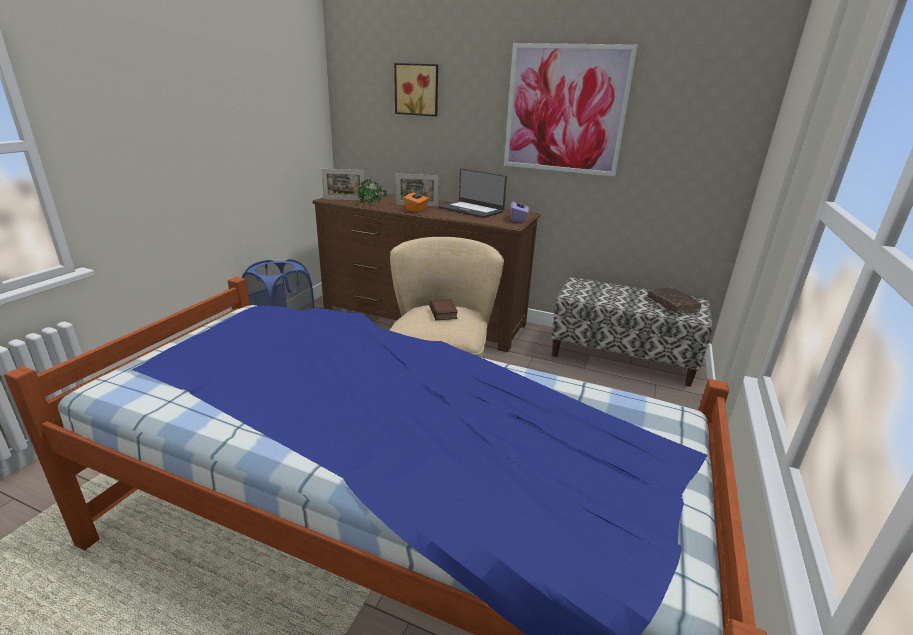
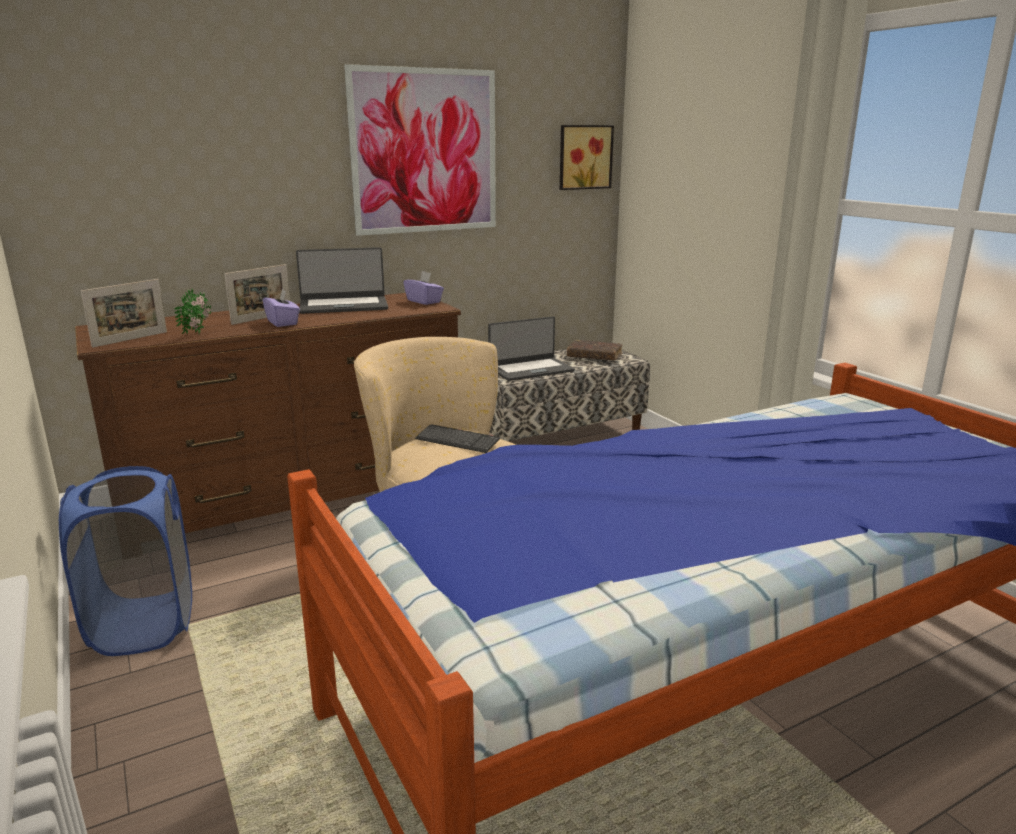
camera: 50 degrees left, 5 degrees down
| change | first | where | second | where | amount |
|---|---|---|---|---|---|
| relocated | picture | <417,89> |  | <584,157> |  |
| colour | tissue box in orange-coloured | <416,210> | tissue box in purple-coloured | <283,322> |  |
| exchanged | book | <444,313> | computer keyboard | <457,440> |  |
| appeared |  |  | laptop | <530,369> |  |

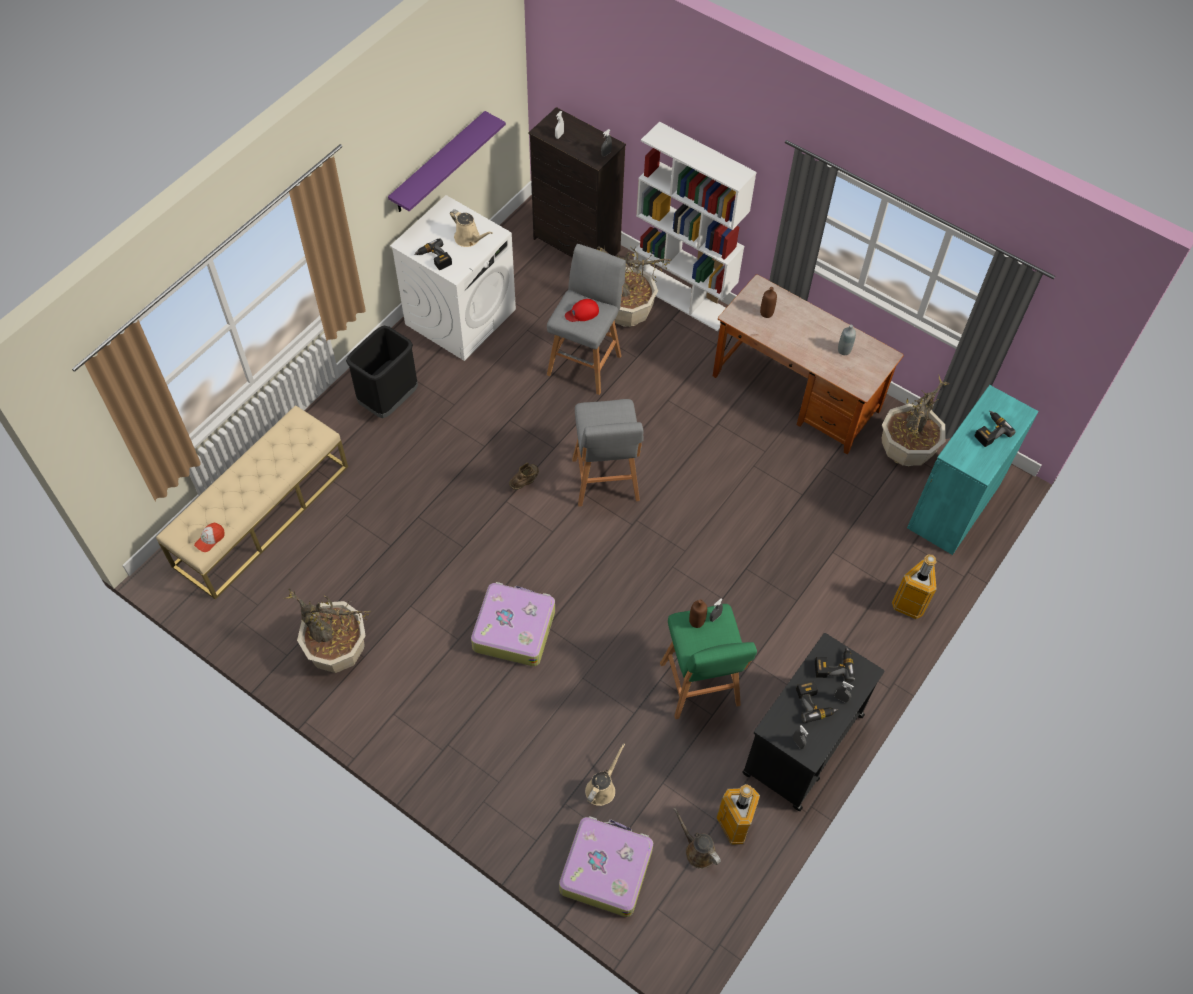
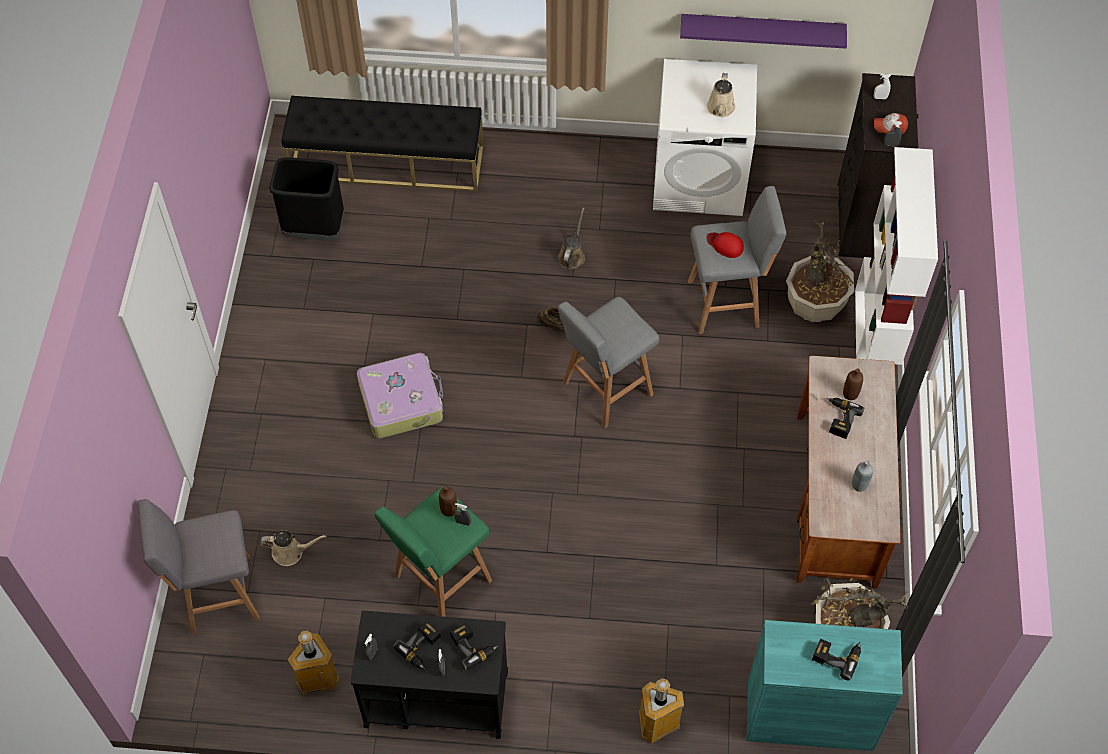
camera: 60 degrees right, 0 degrees up
| change | first | where | second | where | amount |
|---|---|---|---|---|---|
| colour | long seat in sand-coloured | <262,515> | long seat in black-coloured | <387,162> |  |
| relocated | cap | <210,539> |  | <890,126> |  |
| missing | potted plant | <338,650> |  |  |  |
| relocated | rubbish bin in black-coloured | <389,400> |  | <315,229> |  |
| relocated | power drill | <434,259> |  | <839,419> |  |
| exchanged | suitcase | <605,869> | stool in grey | <217,594> |  |
| relocated | sprinkling can in brown-coloured | <698,850> |  | <572,255> |  |

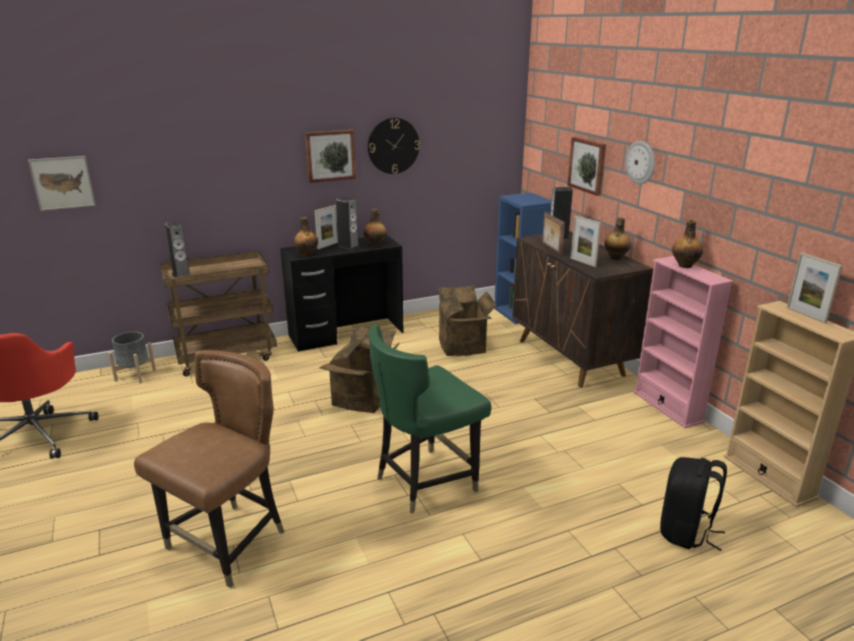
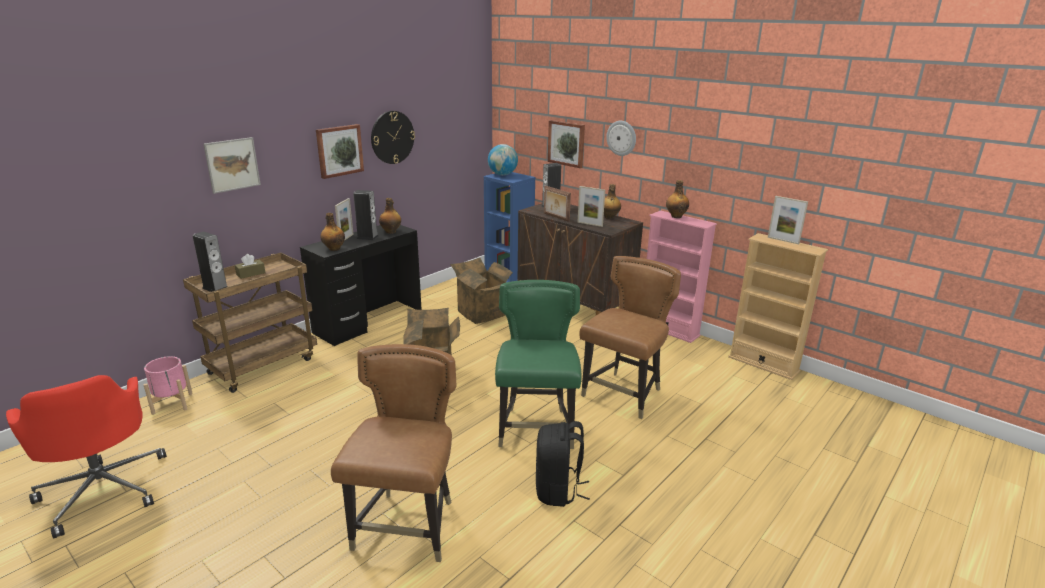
camera: 25 degrees left, 0 degrees up
| change | first | where | second | where | amount |
|---|---|---|---|---|---|
| relocated | picture | <62,183> |  | <232,164> |  |
| colour | flower pot in grey | <135,375> | flower pot in pink | <172,403> |  |
| spun | chair in greenish | <425,481> |  | <536,429> | 150 degrees clockwise |
| relocated | knapsack in black-coloured | <686,532> |  | <558,490> |  |
| appeared |  |  | tissue box in brown-coloured | <251,274> |  |
| appeared |  |  | desk globe | <502,175> |  |
| appeared |  |  | chair in brown-coloured | <624,394> |  |

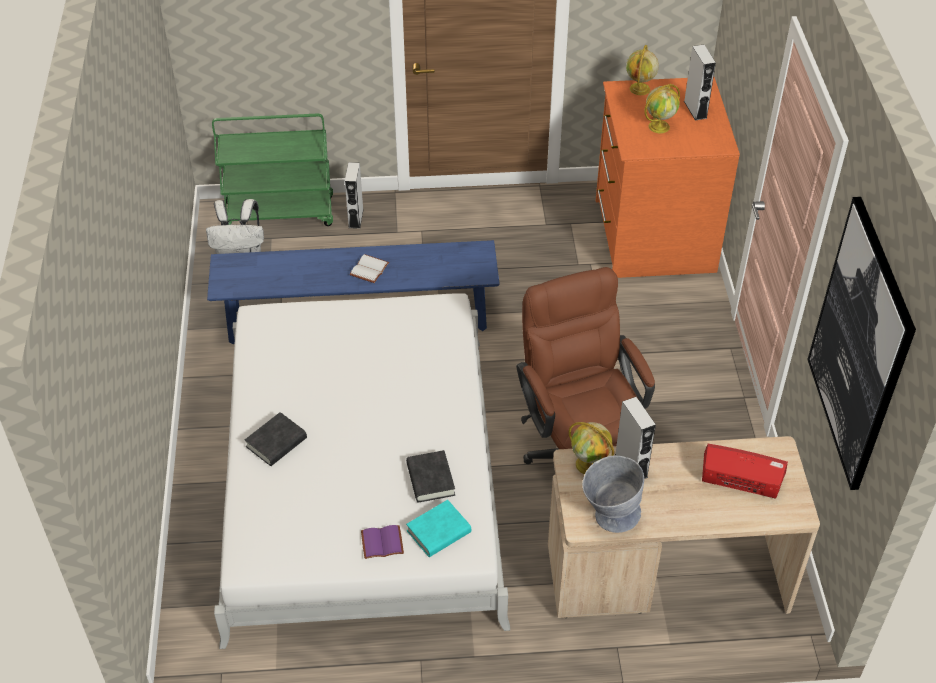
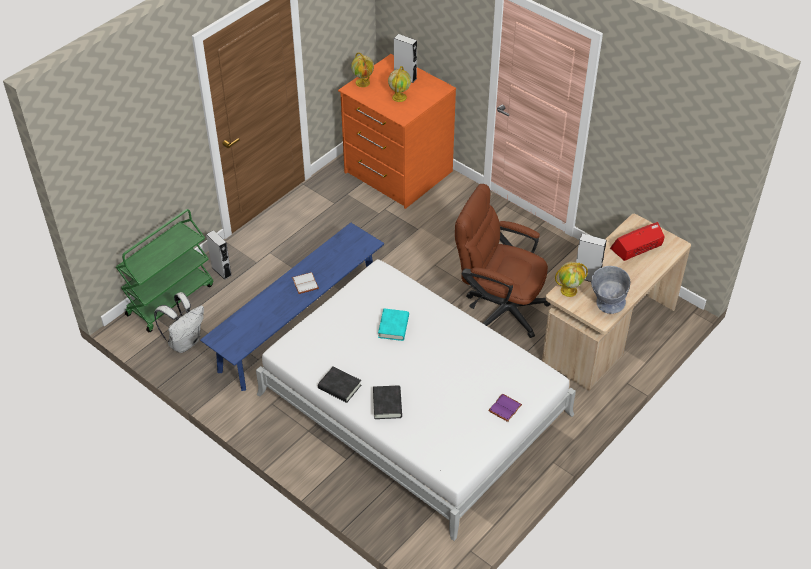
camera: 45 degrees left, 0 degrees up
| change | first | where | second | where | amount |
|---|---|---|---|---|---|
| relocated | book in black-coloured | <430,479> |  | <339,387> |  |
| relocated | book in turquoise | <438,532> |  | <393,327> |  |
| missing | picture | <860,346> |  |  |  |

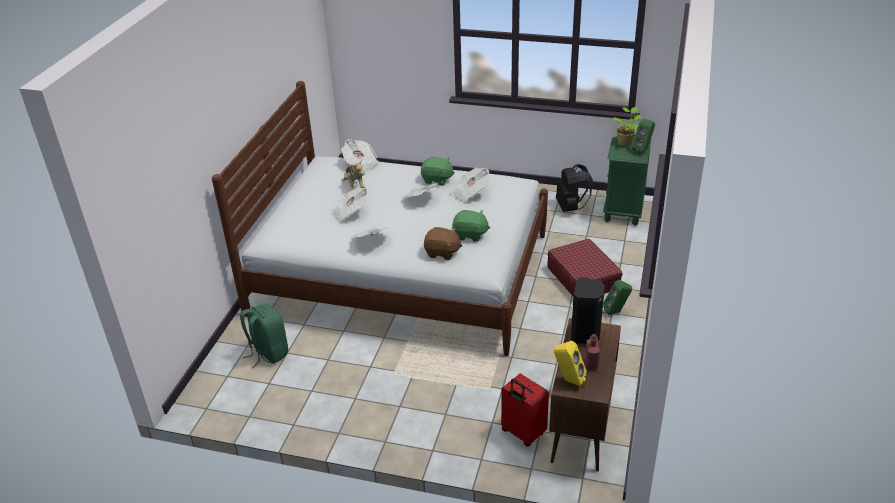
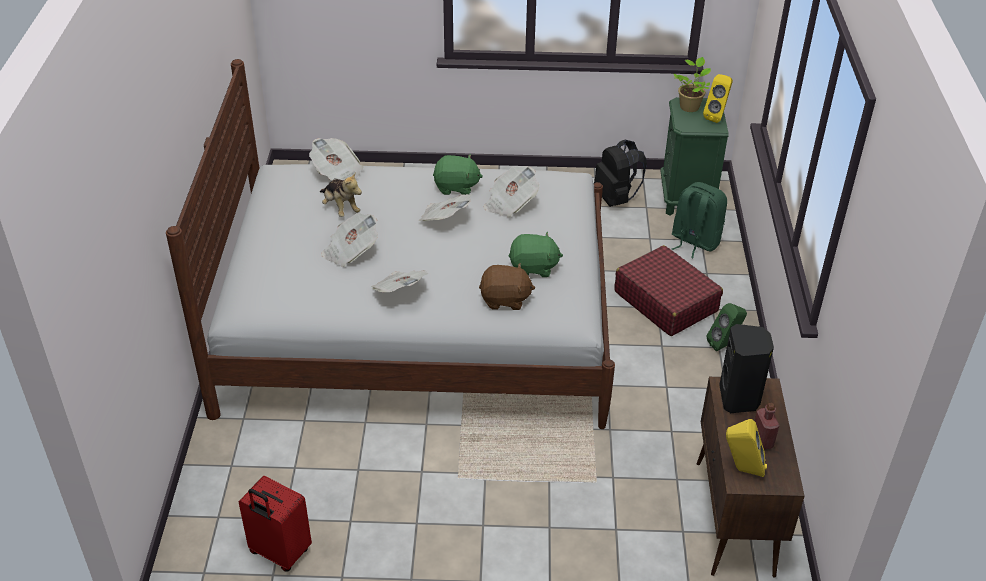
camera: 15 degrees left, 5 degrees up
| change | first | where | second | where | amount |
|---|---|---|---|---|---|
| relocated | knapsack in greenish | <268,353> |  | <694,241> |  |
| relocated | suitcase in red-coloured | <522,433> |  | <279,553> |  |
| colour | audio speaker in greenish | <643,150> | audio speaker in yellowish | <717,117> |  |

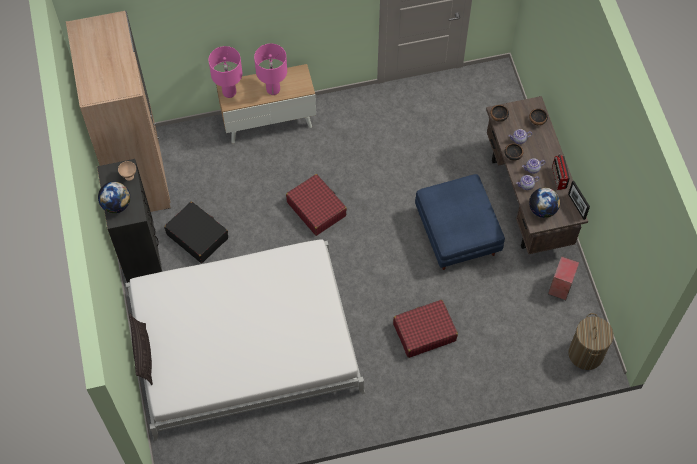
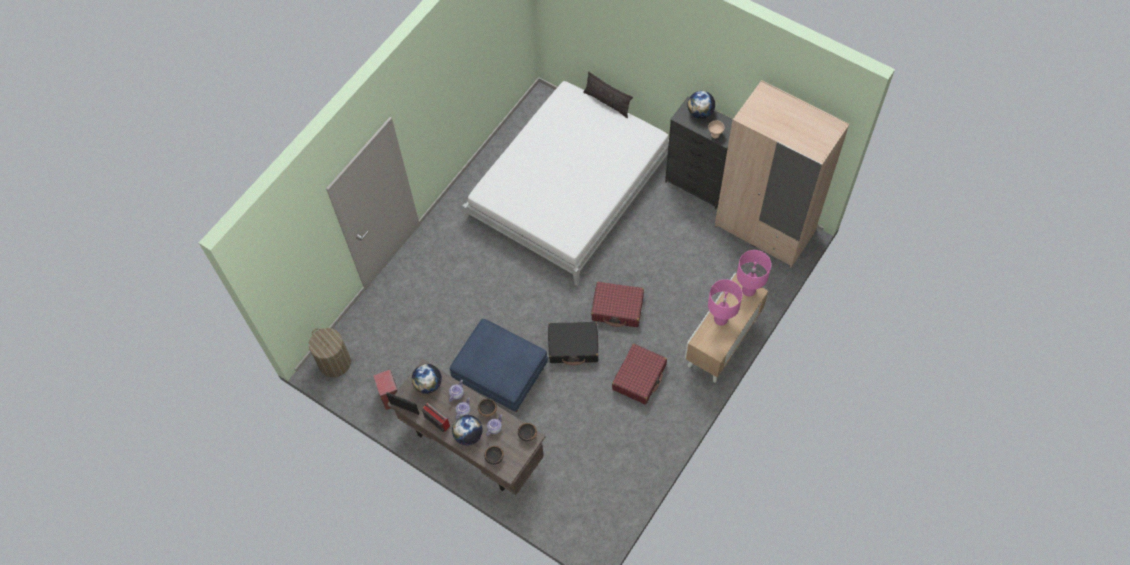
camera: 140 degrees right, 0 degrees up
| change | first | where | second | where | amount |
|---|---|---|---|---|---|
| relocated | suitcase in black-coloured | <197,236> |  | <573,346> |  |
| relocated | suitcase in red-coloured | <424,332> |  | <639,377> |  |
| appeared |  |  | desk globe | <468,435> |  |

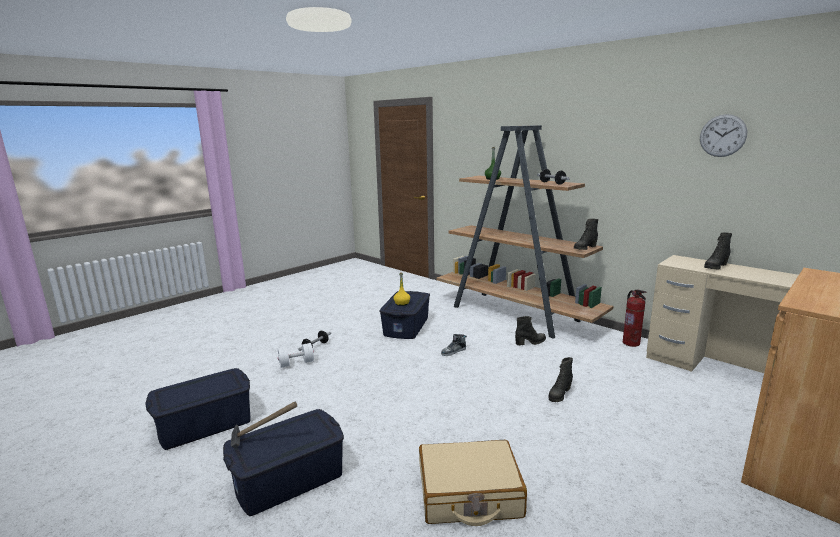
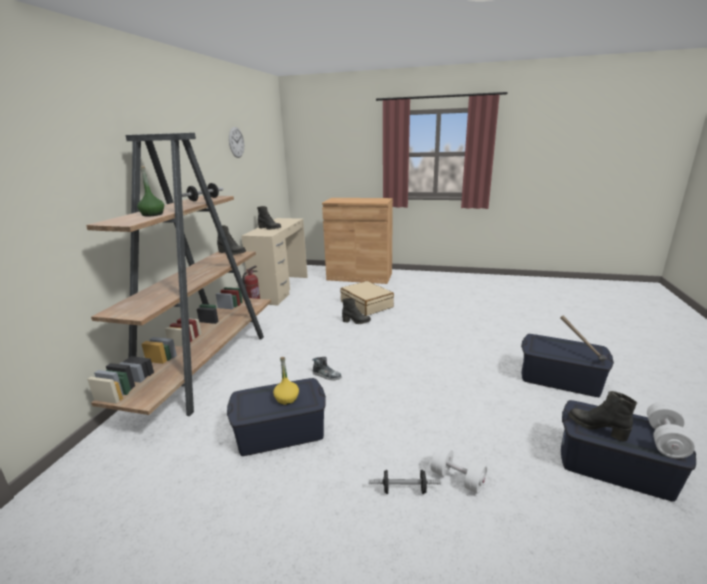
camera: 120 degrees left, 5 degrees up
| change | first | where | second | where | amount |
|---|---|---|---|---|---|
| relocated | suitcase in sand-coloured | <469,494> |  | <367,304> |  |
| relocated | high-top boot in black-coloured | <530,342> |  | <597,428> |  |
| appeared |  |  | free weight in white | <665,440> |  |

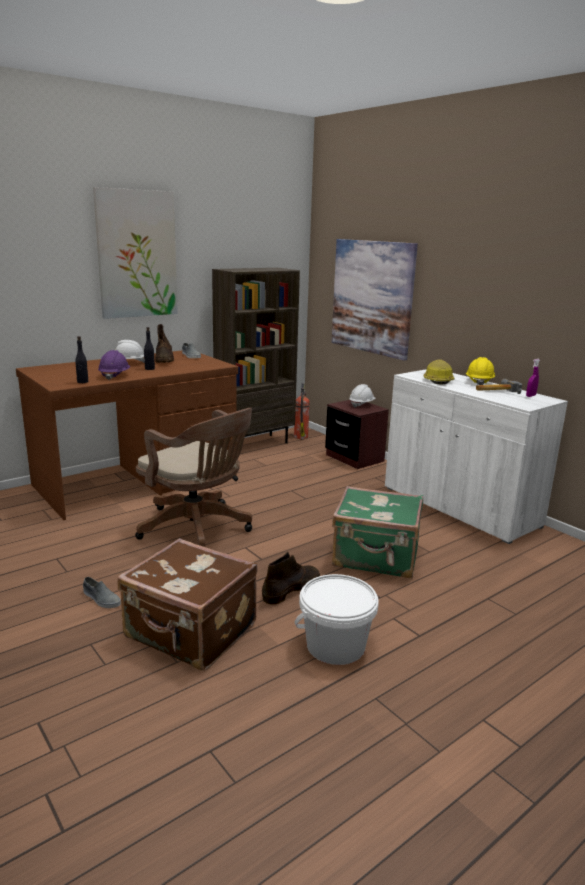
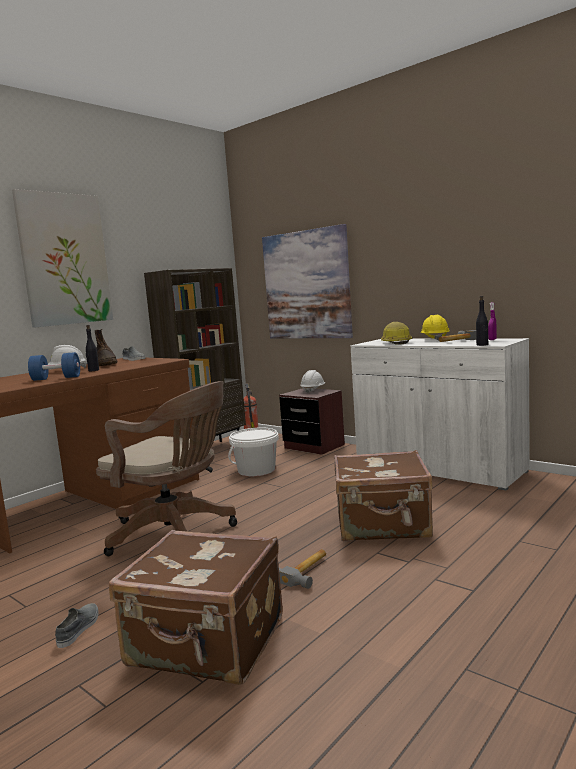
camera: 10 degrees left, 10 degrees down
| change | first | where | second | where | amount |
|---|---|---|---|---|---|
| relocated | beverage bottle in black-coloured | <82,382> |  | <482,345> |  |
| spun | low shoe in grey | <101,599> |  | <79,628> | 105 degrees counterclockwise |
| exchanged | safety helmet in purple-coloured | <114,376> | free weight in bluish | <56,378> |  |
| exchanged | high-top boot in brown-coloured | <291,588> | hand hammer | <307,572> |  |
| relocated | pail in white | <335,645> |  | <256,470> |  |
| colour | suitcase in greenish | <376,557> | suitcase in brown-coloured | <383,525> |  |

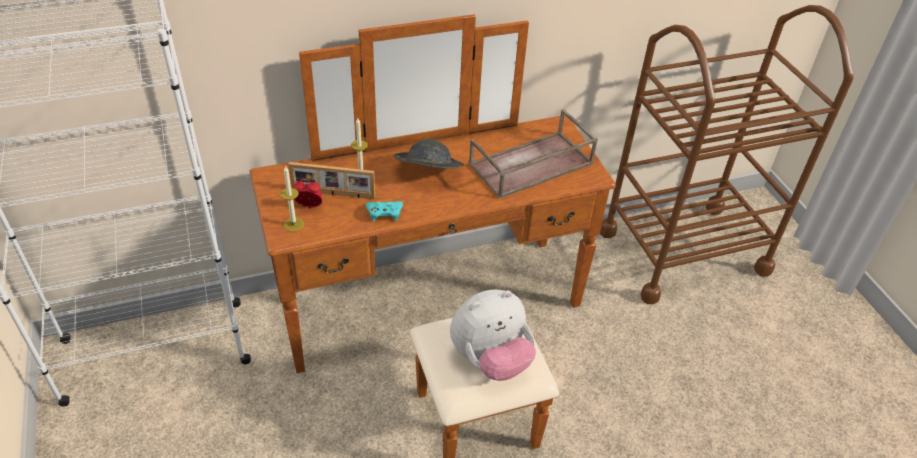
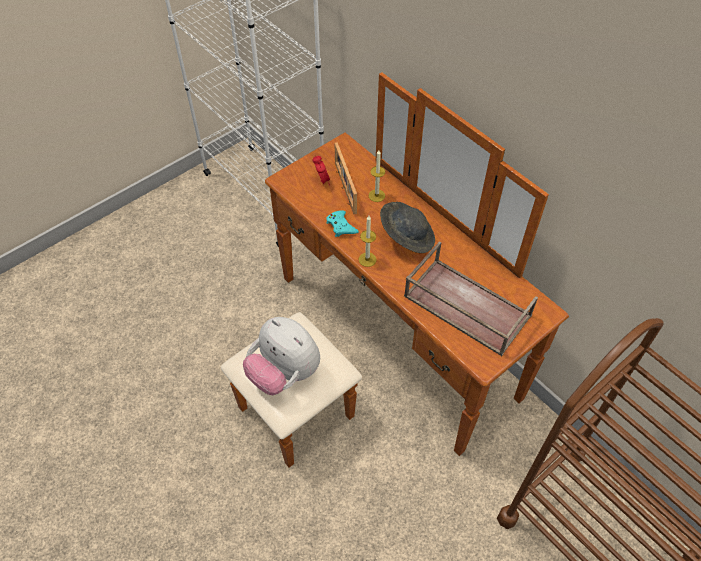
camera: 70 degrees right, 10 degrees up
| change | first | where | second | where | amount |
|---|---|---|---|---|---|
| relocated | wax light | <294,224> |  | <367,259> |  |

